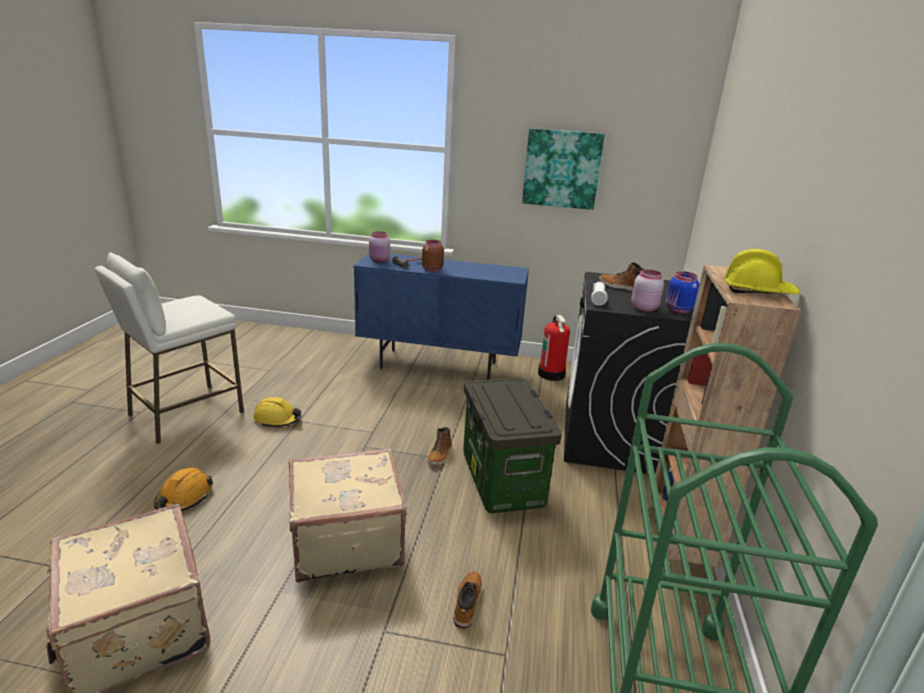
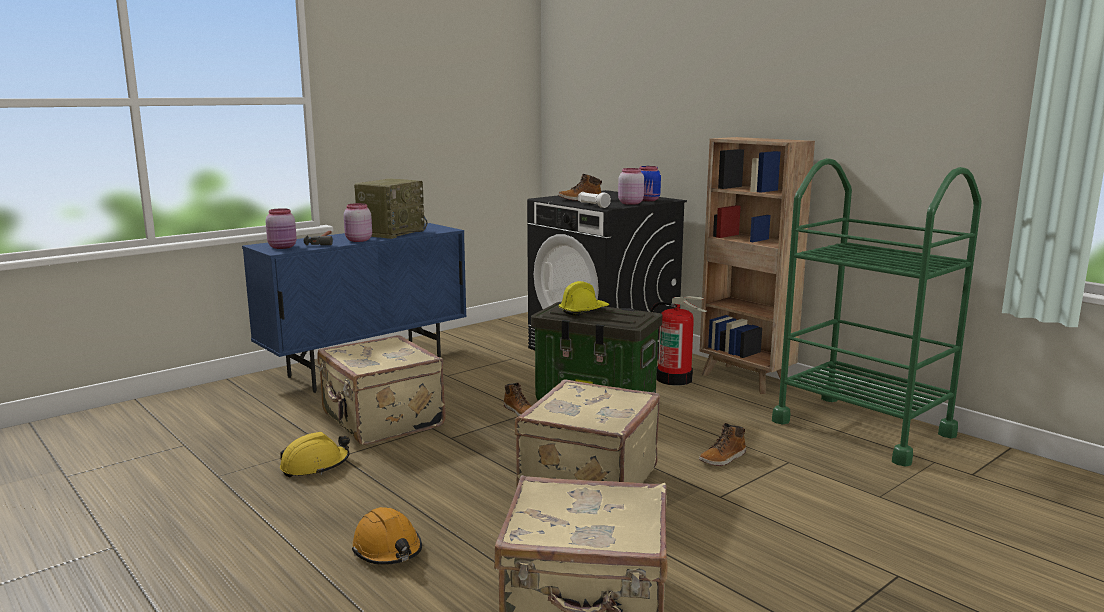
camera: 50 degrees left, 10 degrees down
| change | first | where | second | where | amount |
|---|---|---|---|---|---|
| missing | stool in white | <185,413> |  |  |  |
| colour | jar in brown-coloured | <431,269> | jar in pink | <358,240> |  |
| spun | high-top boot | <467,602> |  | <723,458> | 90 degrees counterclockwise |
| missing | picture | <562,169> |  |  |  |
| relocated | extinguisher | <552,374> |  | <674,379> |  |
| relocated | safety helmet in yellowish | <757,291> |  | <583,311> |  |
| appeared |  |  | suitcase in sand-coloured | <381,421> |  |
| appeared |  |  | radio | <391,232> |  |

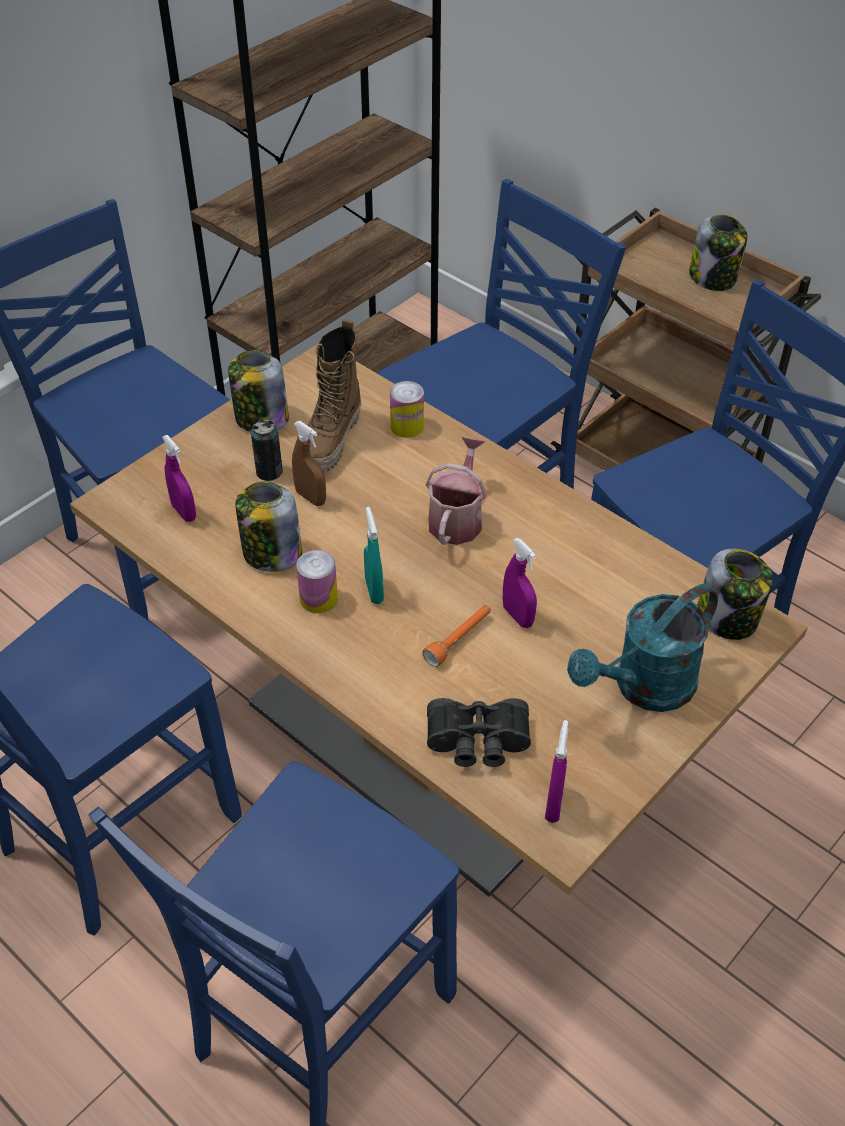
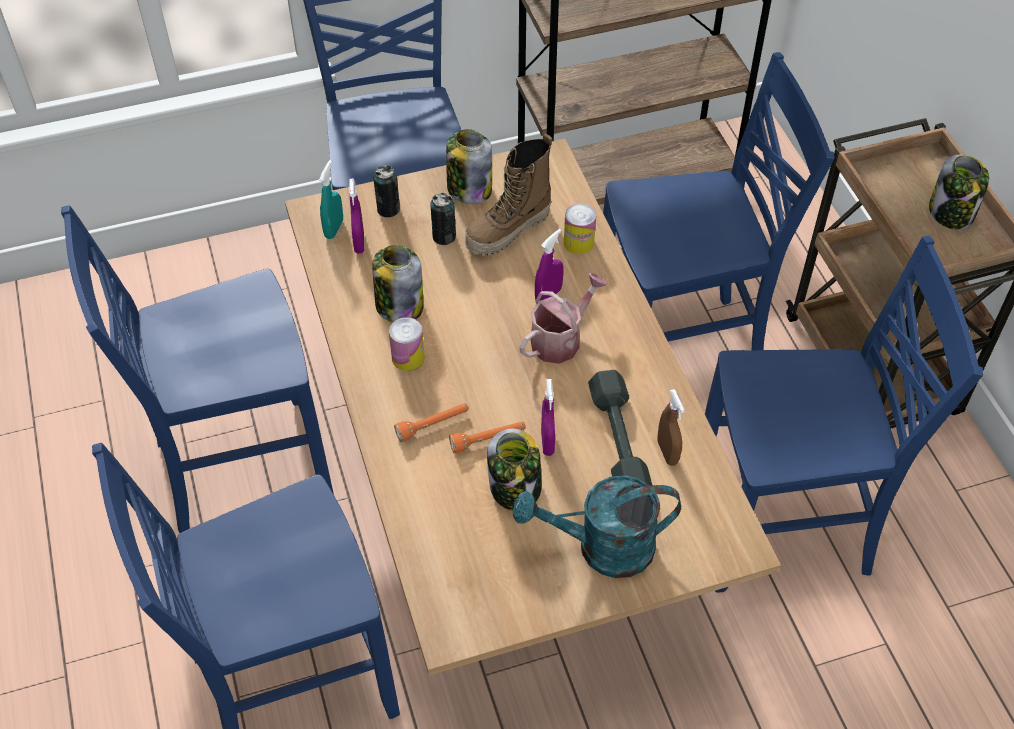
camera: 30 degrees right, 5 degrees up
| change | first | where | second | where | amount |
|---|---|---|---|---|---|
| relocated | sprayer in brown-coloured | <310,497> |  | <667,452> |  |
| relocated | sprayer in turquoise | <374,591> |  | <334,229> |  |
| missing | binoculars in black-coloured | <478,743> |  |  |  |
| relocated | sprayer in purple-coloured | <554,805> |  | <548,295> |  |
| relocated | jar | <728,618> |  | <515,488> |  |
| appeared |  |  | metal can | <388,209> |  |
| appeared |  |  | hand torch in orange-coloured | <433,425> |  |
| appeared |  |  | free weight in grey | <619,442> |  |

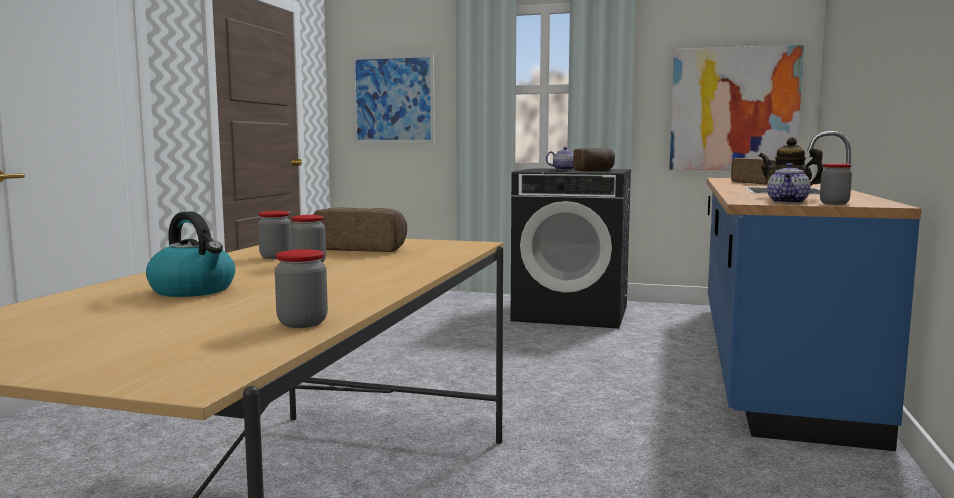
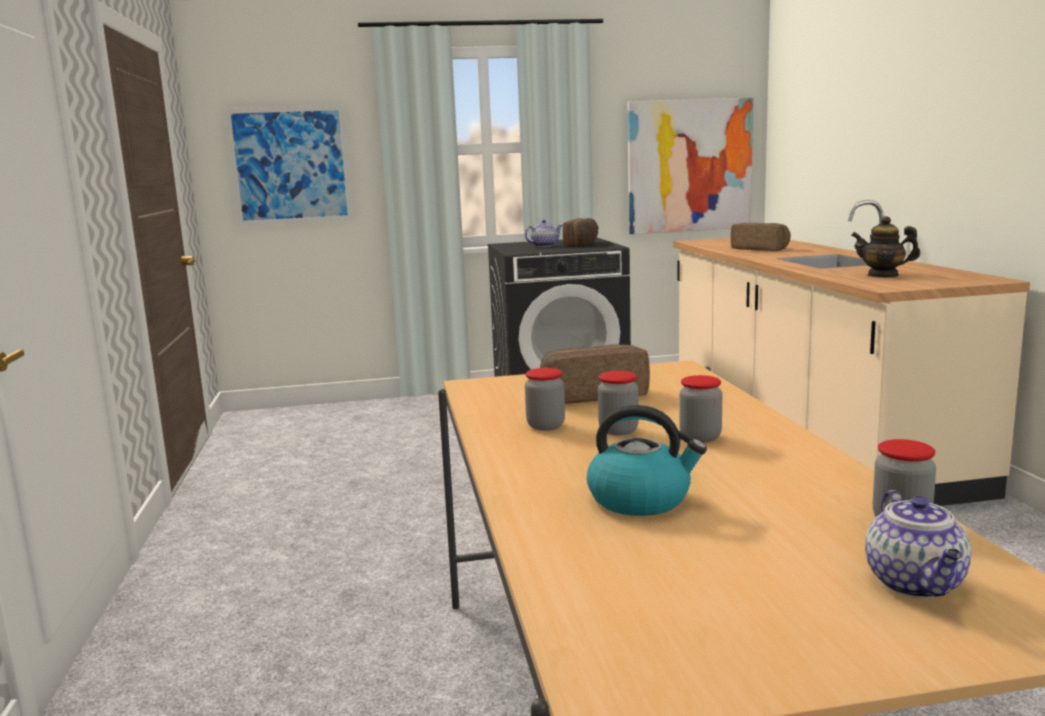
camera: 25 degrees left, 5 degrees up
| change | first | where | second | where | amount |
|---|---|---|---|---|---|
| colour | kitchen base unit in bluish | <770,358> | kitchen base unit in sand-coloured | <802,425> |  |
| relocated | tea pot | <788,202> |  | <916,585> |  |
| relocated | jar | <834,203> |  | <700,437> |  |

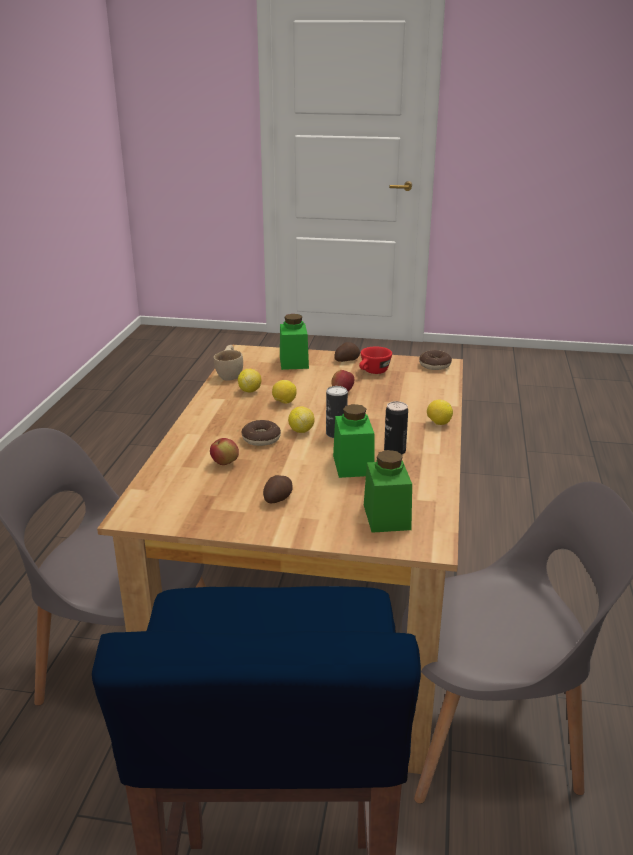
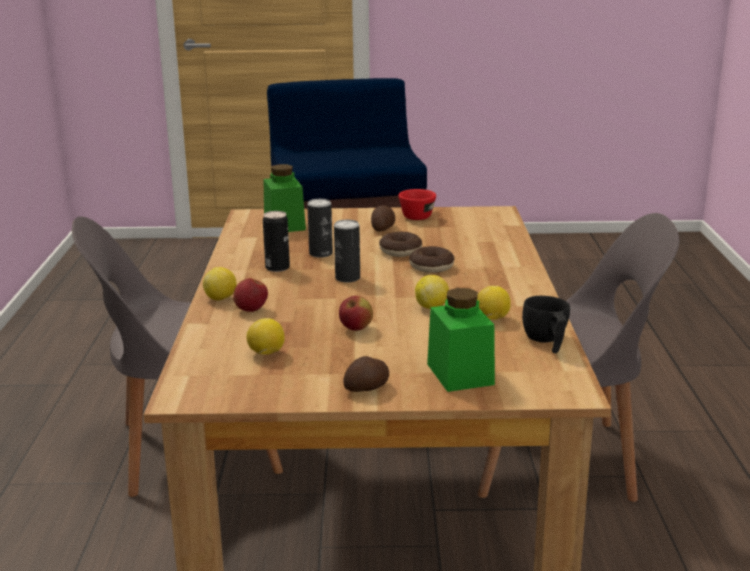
camera: 170 degrees right, 5 degrees down
| change | first | where | second | where | amount |
|---|---|---|---|---|---|
| relocated | whole apple | <225,463> |  | <251,310> |  |
| colour | small cup in sand-coloured | <230,374> | small cup in black-coloured | <546,342> |  |
| relocated | lemon | <301,430> |  | <266,353> |  |
| exchanged | jar in greenish | <353,465> | metal can | <321,253> |  |
| relocated | small cup in red-coloured | <373,372> |  | <419,215> |  |
| relocated | ring doughnut | <435,365> |  | <400,251> |  |

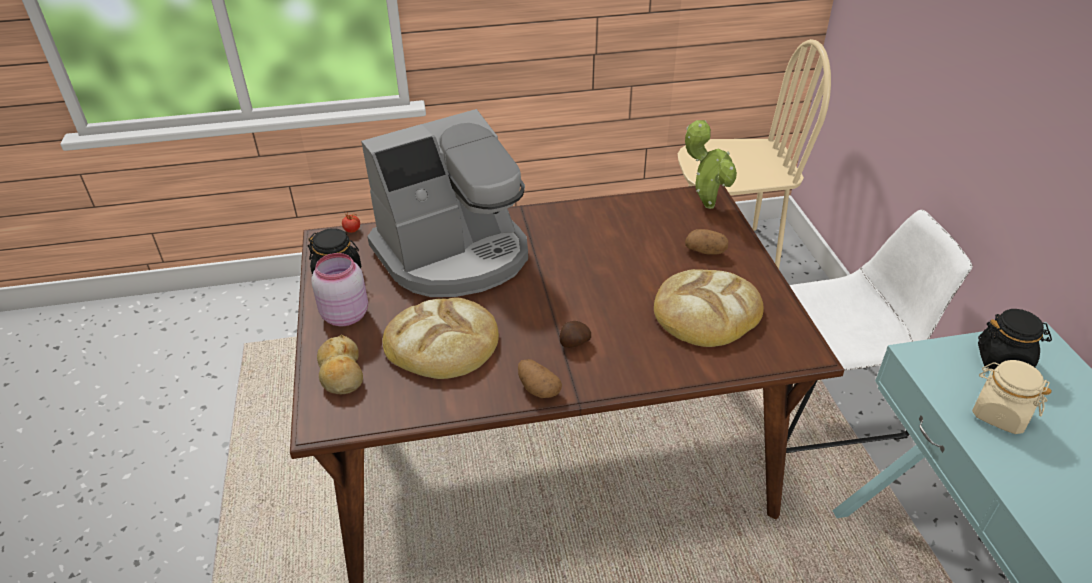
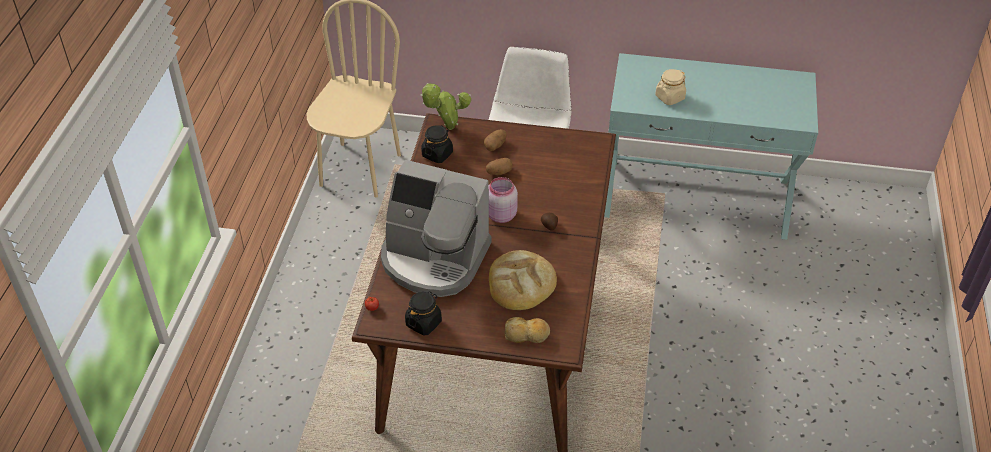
camera: 70 degrees left, 5 degrees up
| change | first | where | second | where | amount |
|---|---|---|---|---|---|
| relocated | jar in pink | <344,314> |  | <500,215> |  |
| spun | coffee machine | <454,255> |  | <434,259> | 120 degrees clockwise |
| relocated | potato | <537,388> |  | <499,172> |  |
| missing | bakery bread | <706,312> |  |  |  |
| relocated | jar in black-coloured | <1003,360> |  | <437,154> |  |

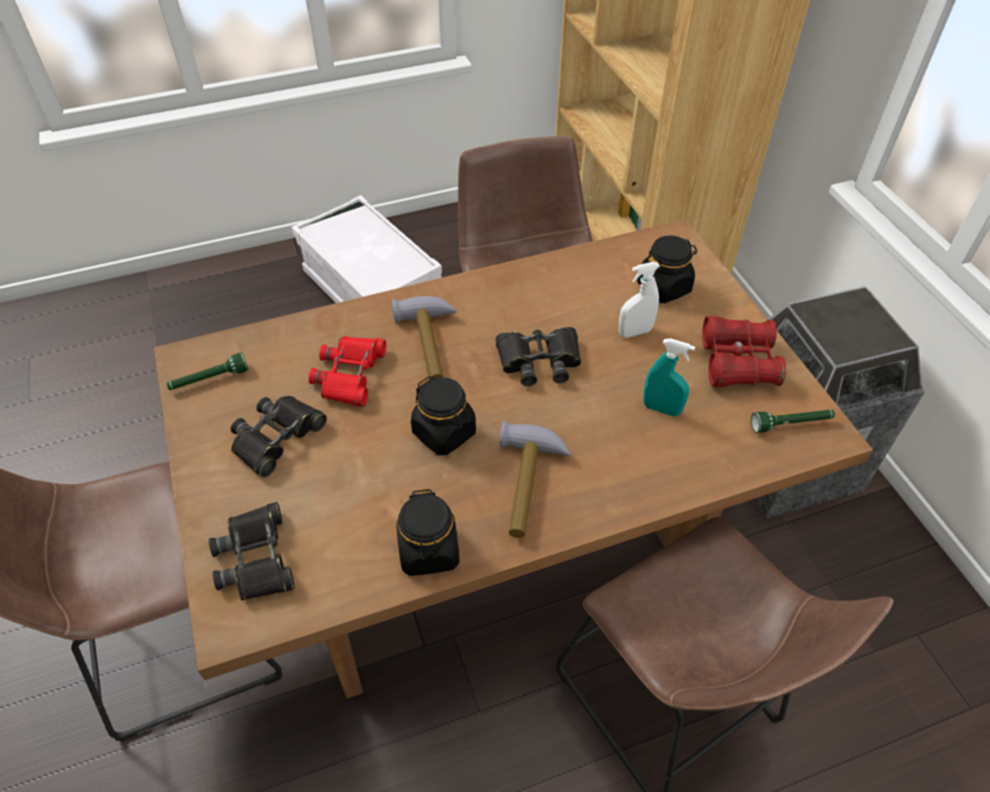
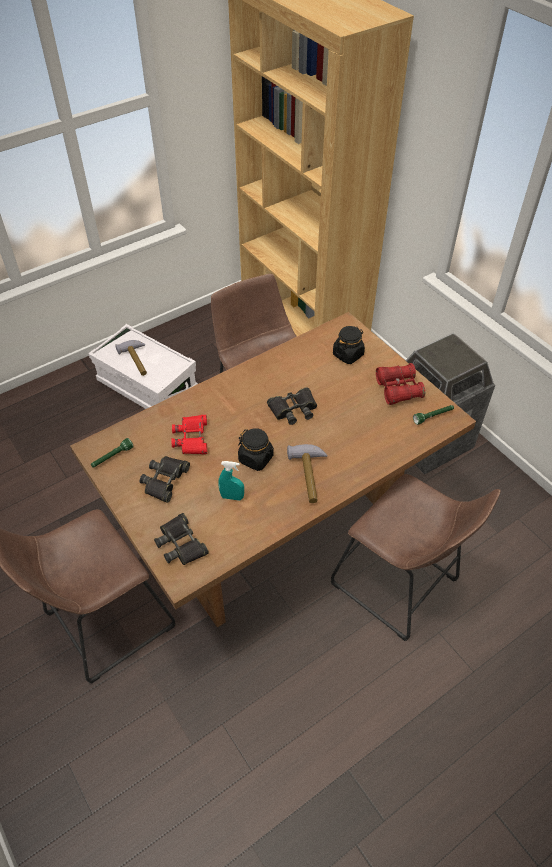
camera: 15 degrees left, 0 degrees up
| change | first | where | second | where | amount |
|---|---|---|---|---|---|
| relocated | hand hammer | <431,344> |  | <137,360> |  |
| missing | jar in black-coloured | <429,551> |  |  |  |
| missing | sprayer in white | <635,332> |  |  |  |
| relocated | sprayer in turquoise | <661,409> |  | <232,497> |  |

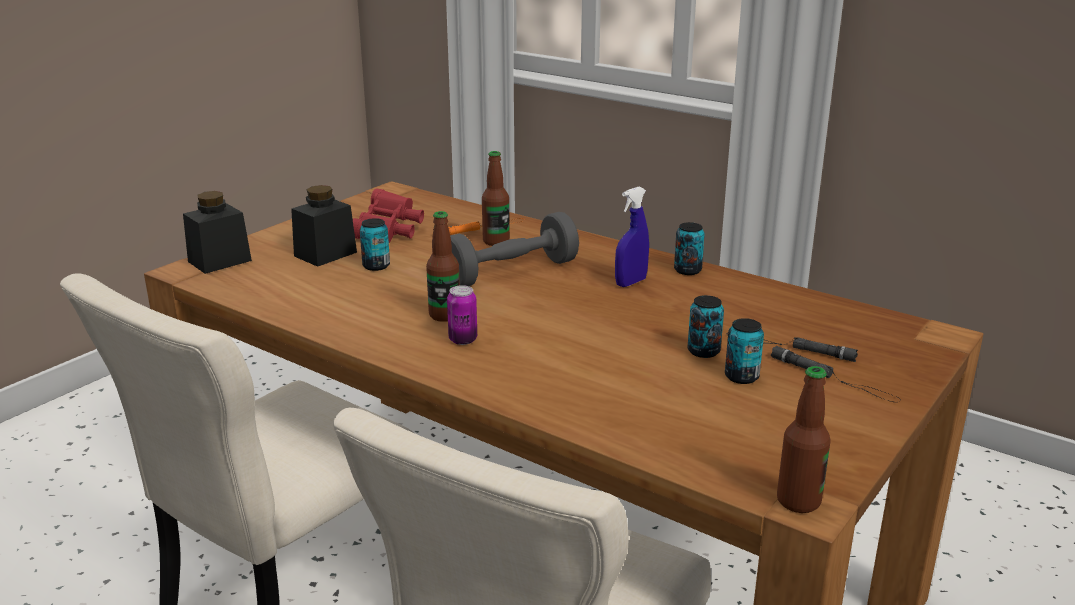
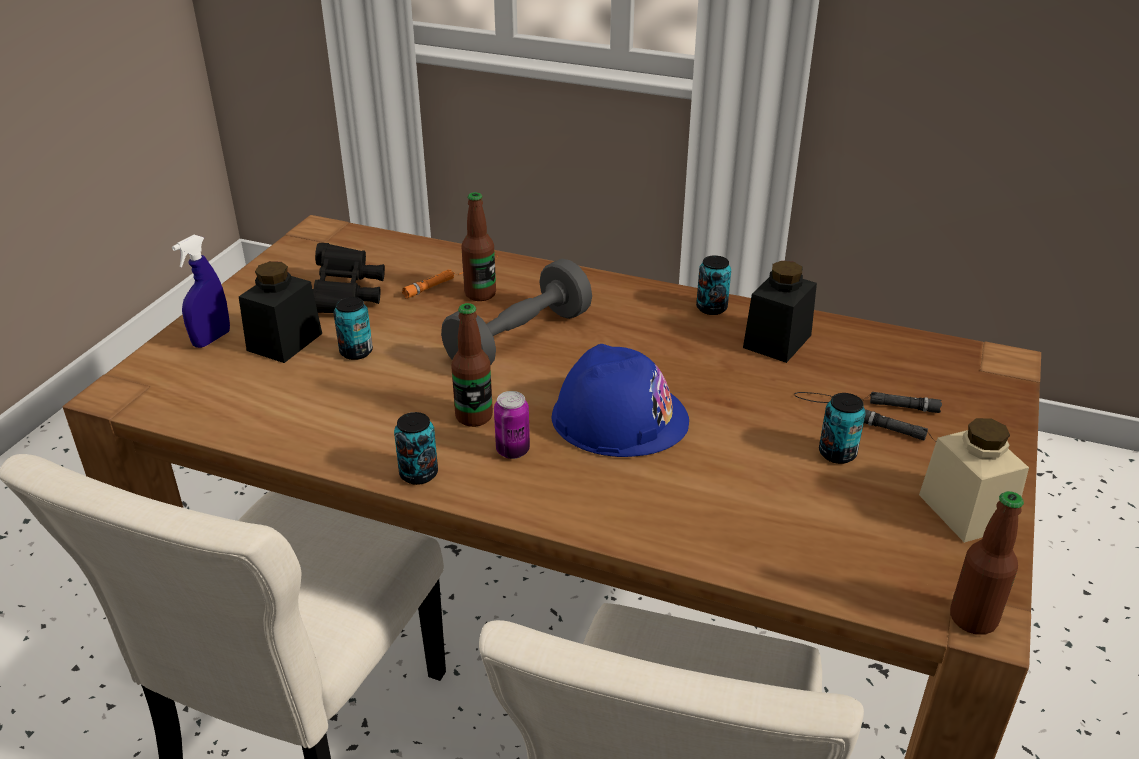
camera: 15 degrees left, 10 degrees up
| change | first | where | second | where | amount |
|---|---|---|---|---|---|
| relocated | jar in black-coloured | <219,261> |  | <777,341> |  |
| colour | binoculars in red-coloured | <389,232> | binoculars in black-coloured | <346,296> |  |
| relocated | sprayer in bluish | <630,282> |  | <211,339> |  |
| relocated | metal can | <703,351> |  | <418,474> |  |
| appeared |  |  | safety helmet in bluish | <619,417> |  |
| appeared |  |  | jar in sand-coloured | <965,511> |  |

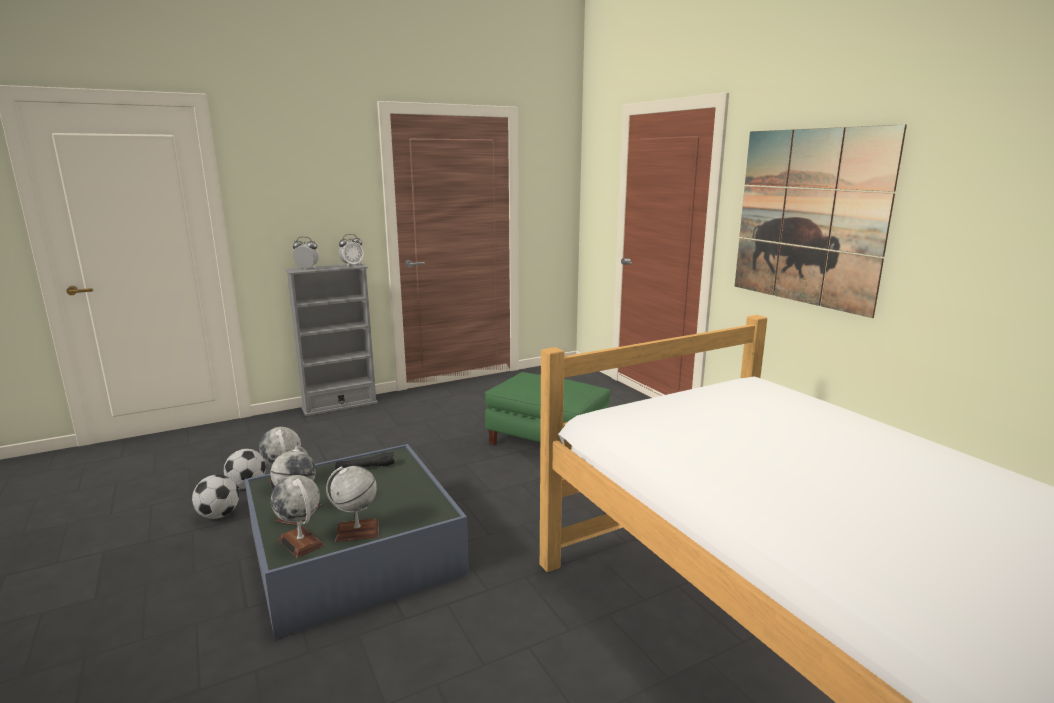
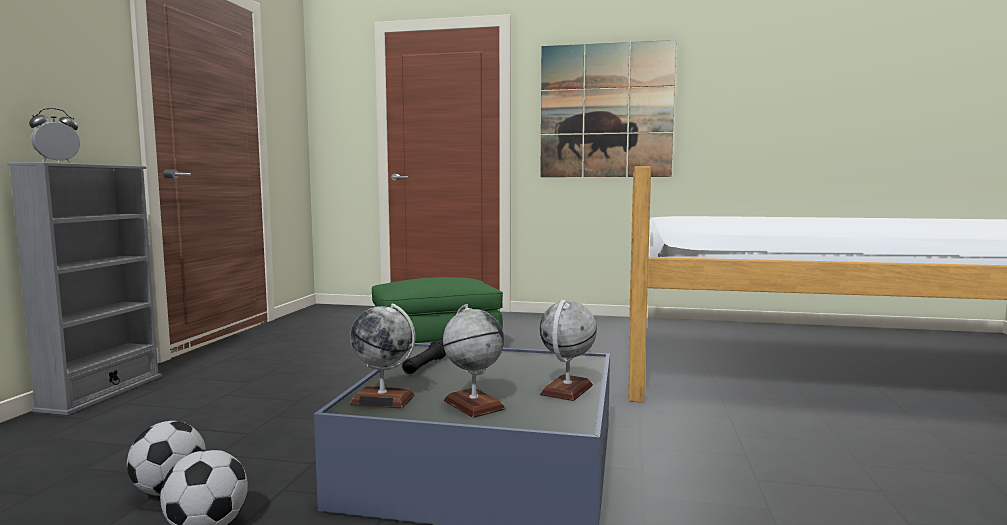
camera: 50 degrees left, 10 degrees down
| change | first | where | second | where | amount |
|---|---|---|---|---|---|
| missing | desk globe | <301,542> |  |  |  |
| missing | alarm clock | <352,265> |  |  |  |

